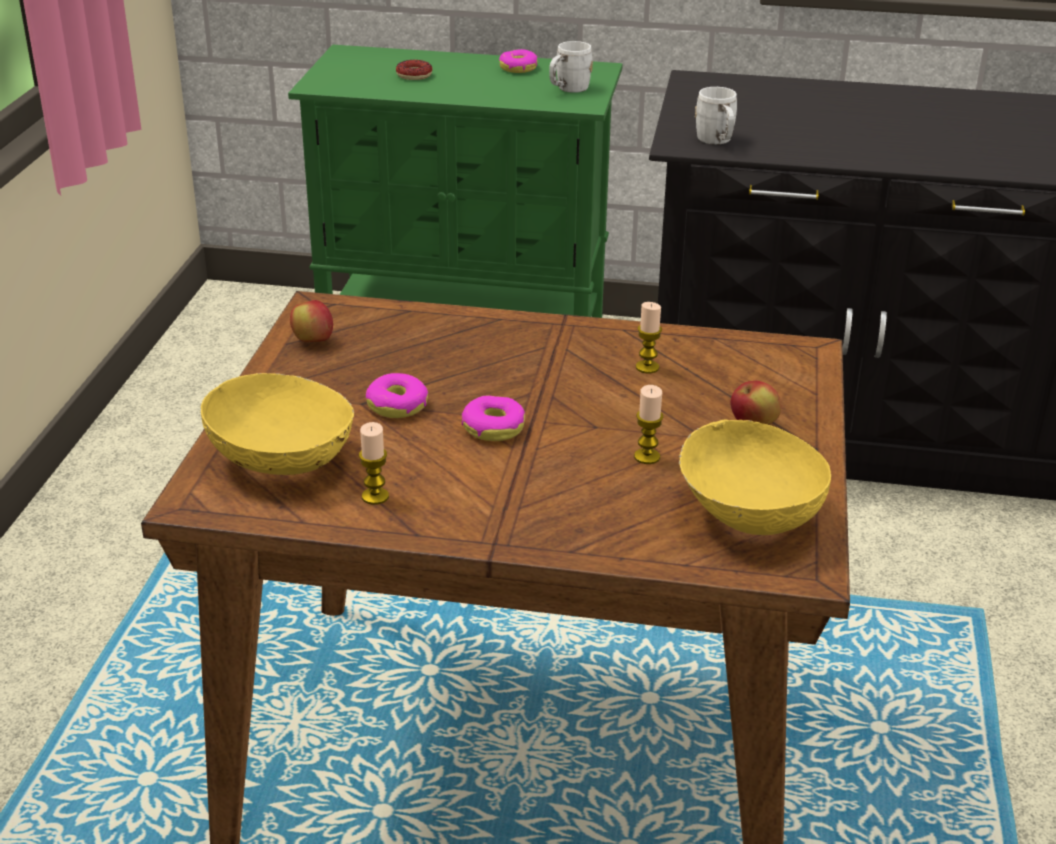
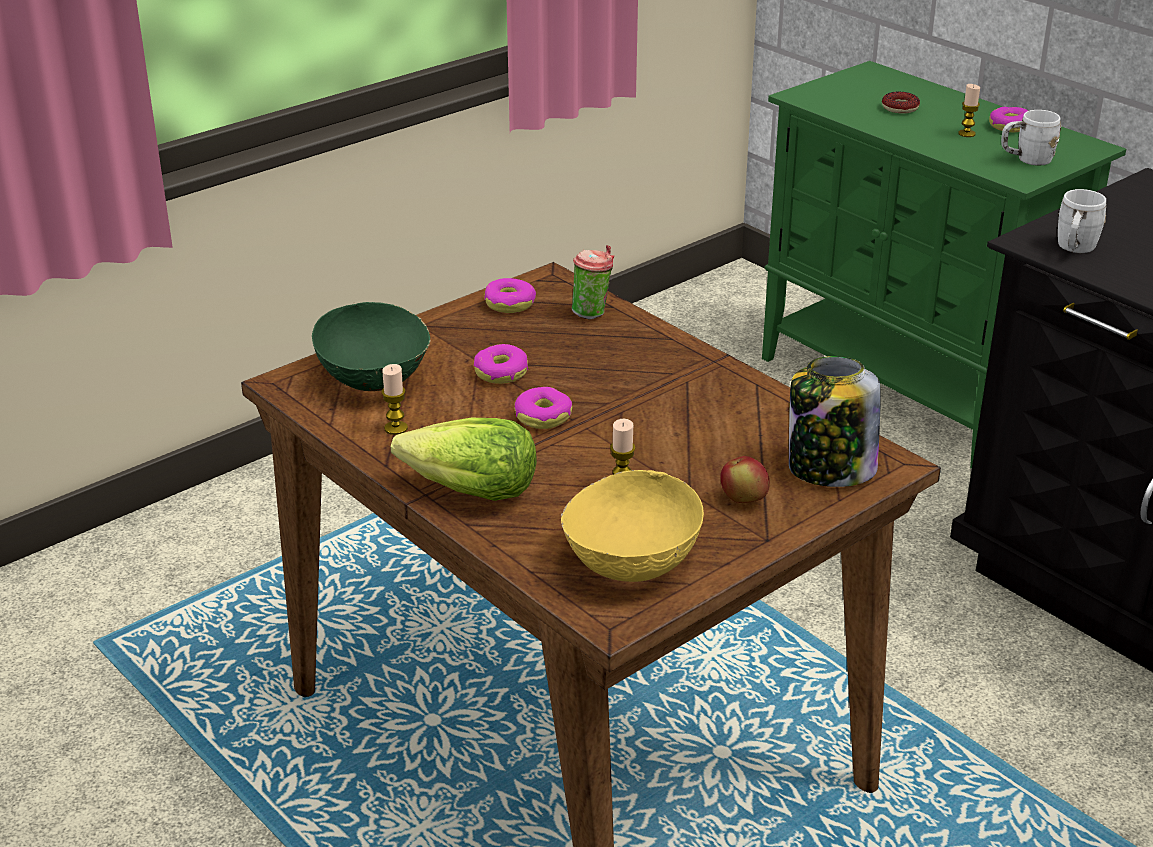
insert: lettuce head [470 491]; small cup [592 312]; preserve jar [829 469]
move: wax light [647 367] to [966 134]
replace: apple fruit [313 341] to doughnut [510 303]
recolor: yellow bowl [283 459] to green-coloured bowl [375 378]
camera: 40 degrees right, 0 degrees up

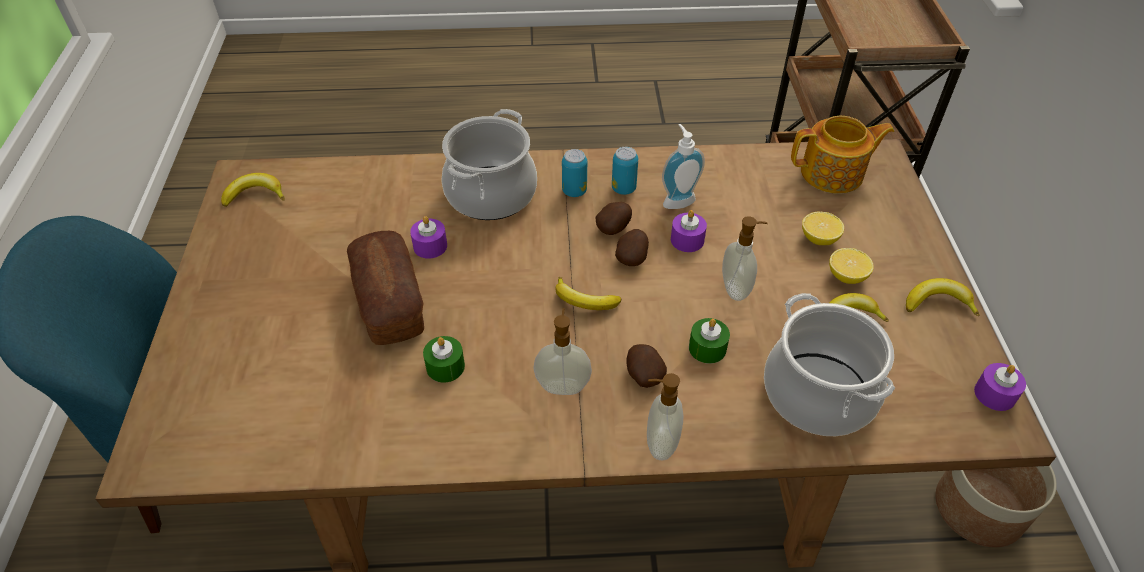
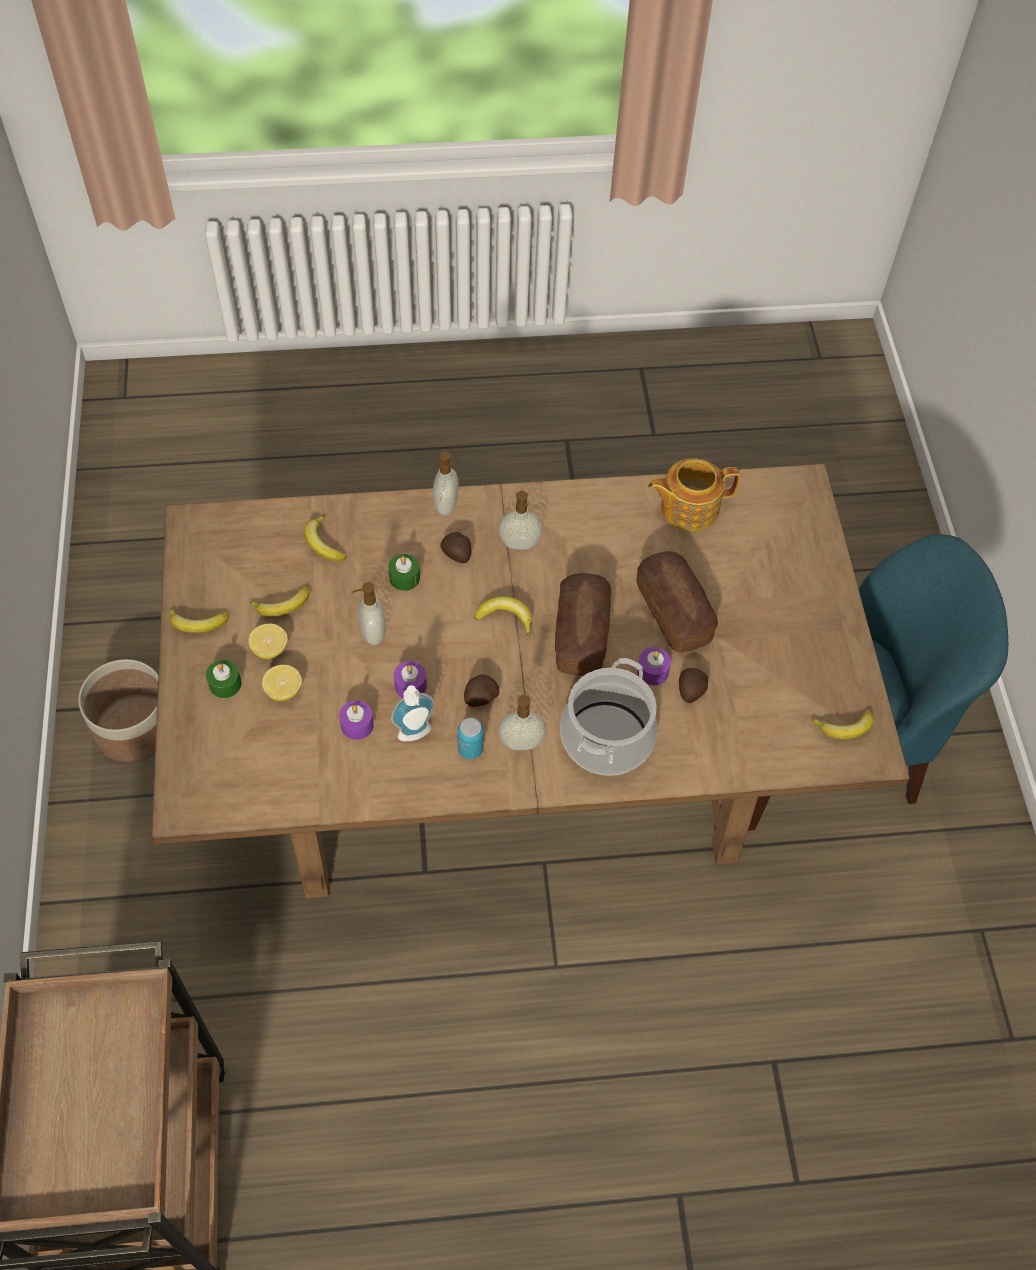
insert: bread [581 635]
move: green-coloured wax light [445 366] to [225 684]; spud [632 257] to [690 691]; pot for tea [833 174] to [688 507]; purplish wax light [994 394] to [357 725]
replace: metal can [574 191] to soap dispenser [521 744]; saucepot [819 394] to banana [323 543]
camera: 175 degrees right, 10 degrees up

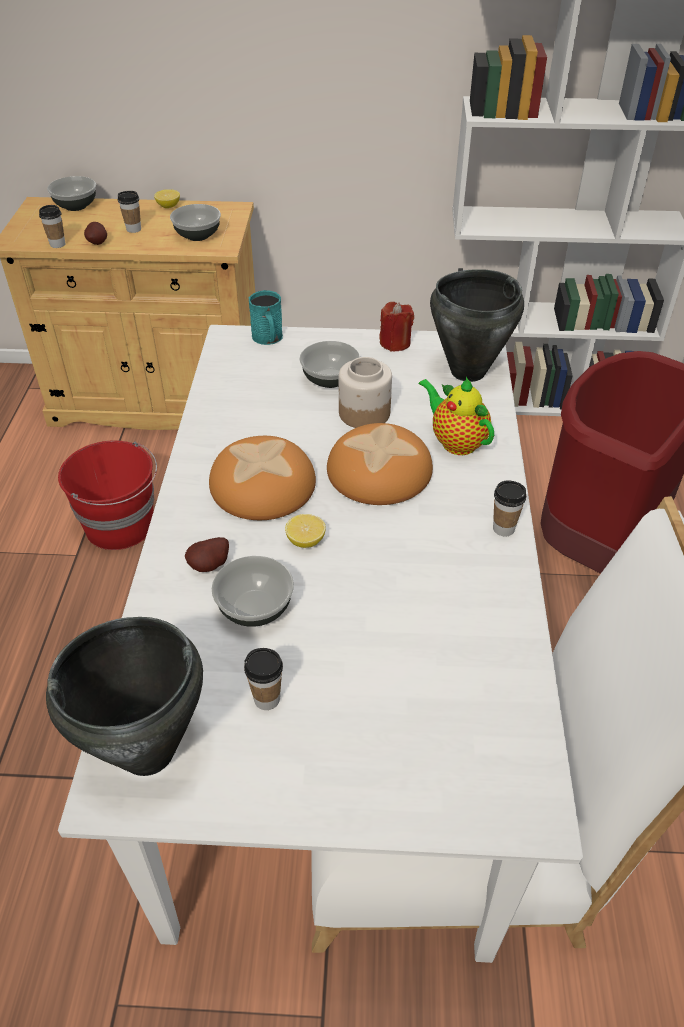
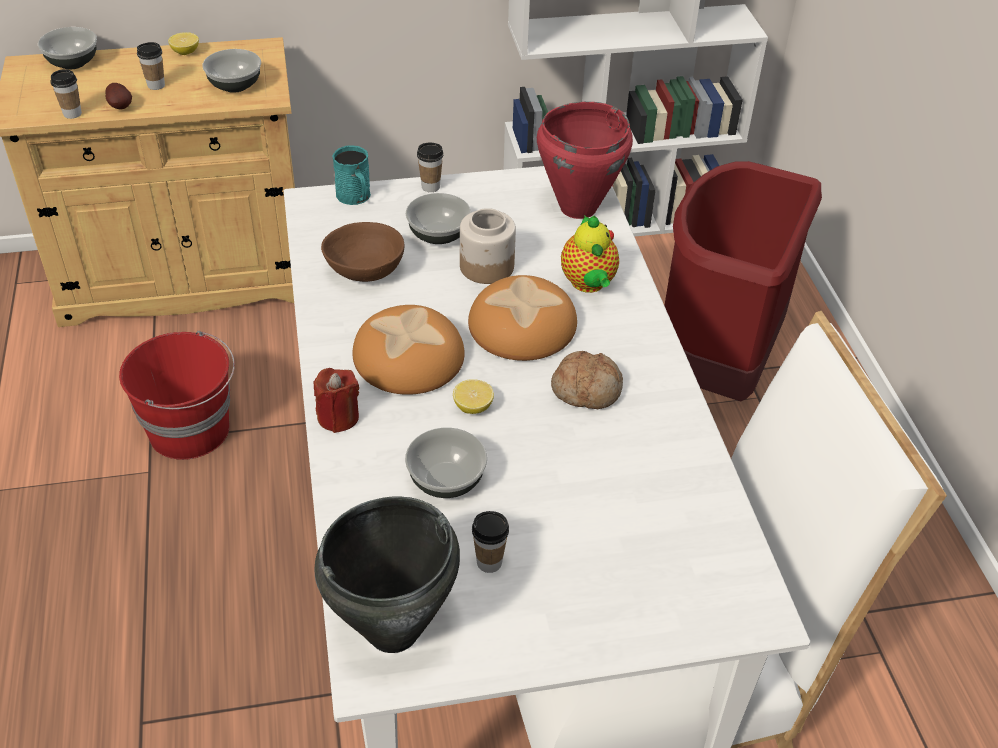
delete: spud [211 566]
insert: brown-coloured bowl [366 271]; bread [587 389]
move: reddish wax light [395 343] to [338 417]; small cup [503 528] to [430 187]
recolor: black-coloured saucepot [467 371] to reddish saucepot [577 208]
rotate: pot for tea [455 442] = [588 284] 135 degrees counterclockwise
camera: 15 degrees left, 0 degrees up

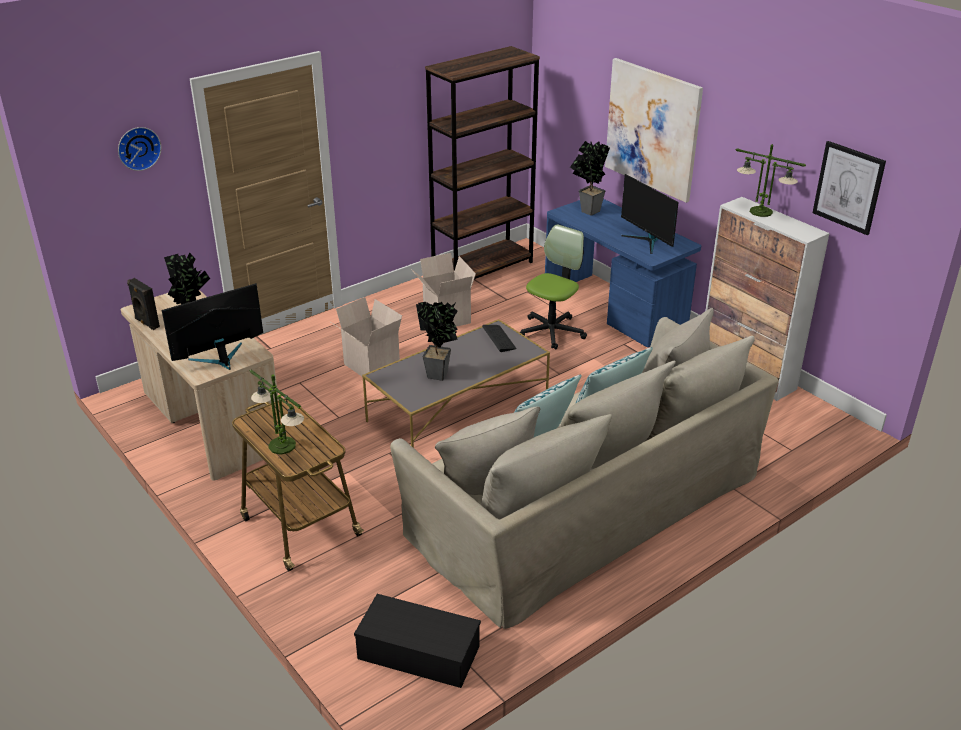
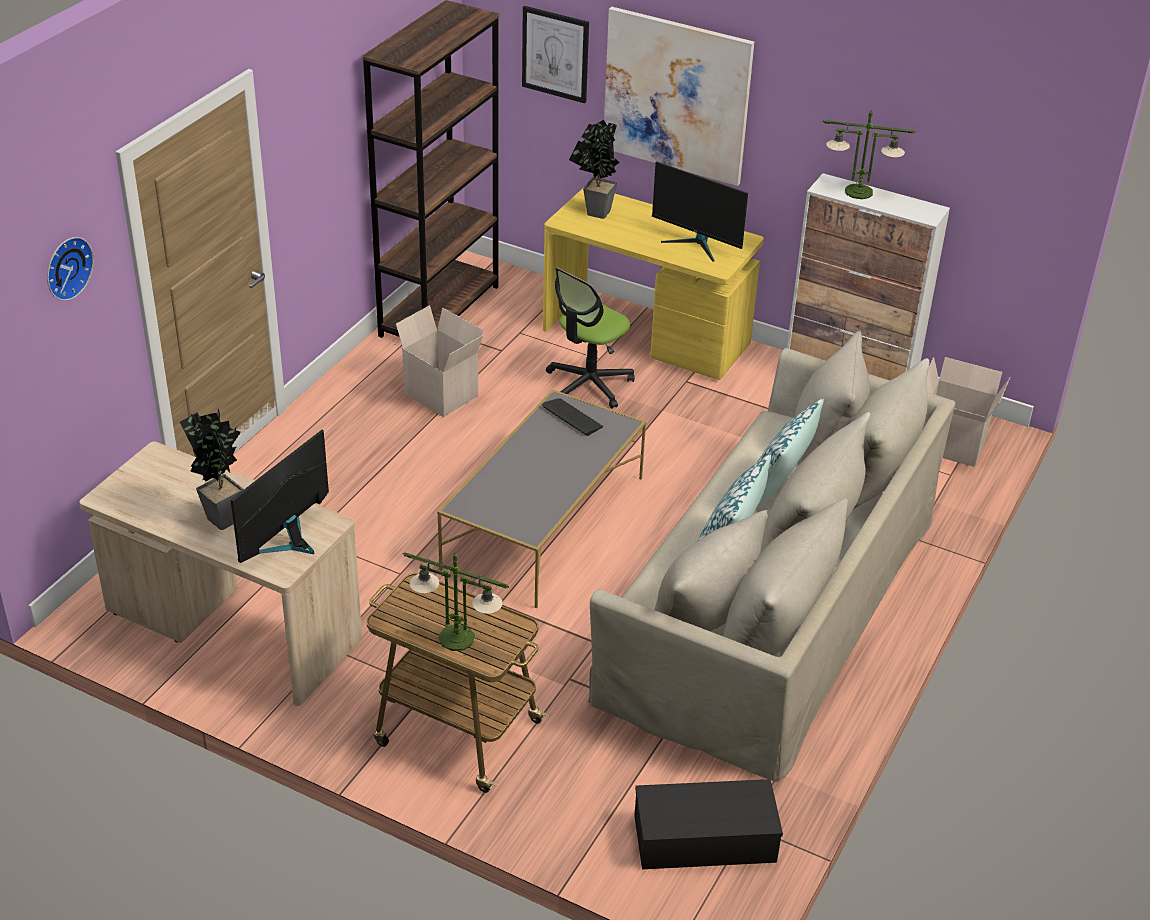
delete: black-coloured loudspeaker [146 323]; plant in a pot [440 376]
move: cardboard box [370 366] to [950 446]; wall picture [848 187] to [555 54]
recolor: blue-coloured desk unit [615 310] to yellow desk unit [647 336]
rotate: desk chair [552 331] = [589 384] 150 degrees counterclockwise
camera: 25 degrees left, 5 degrees up

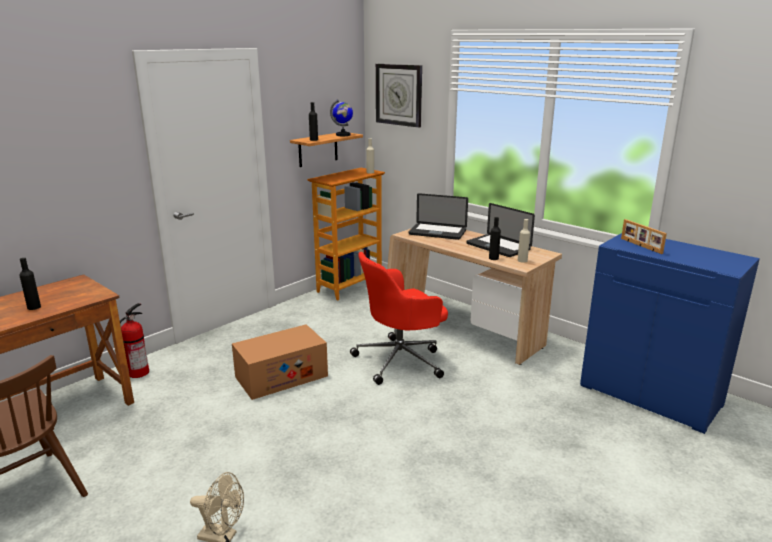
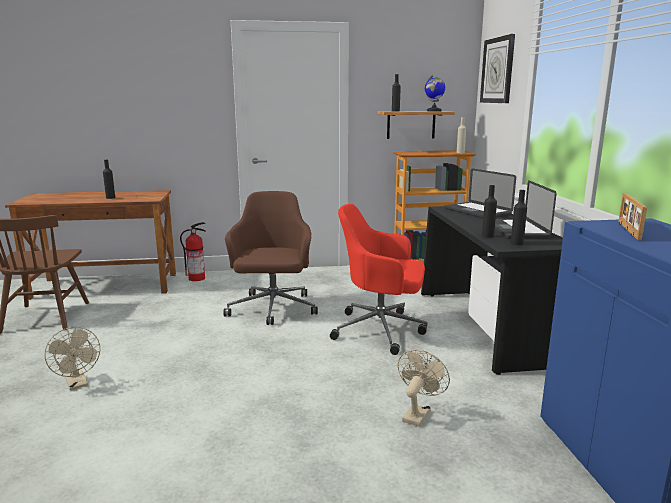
insert: beige-coloured electric fan [418 413]
replace: cardboard box [281 376] to brown-coloured desk chair [272 309]
recolor: beige-coloured desk unit [463 330] to black-coloured desk unit [482 327]; beige-coloured bottle [522 260] to black-coloured bottle [517 243]
camera: 40 degrees right, 5 degrees down

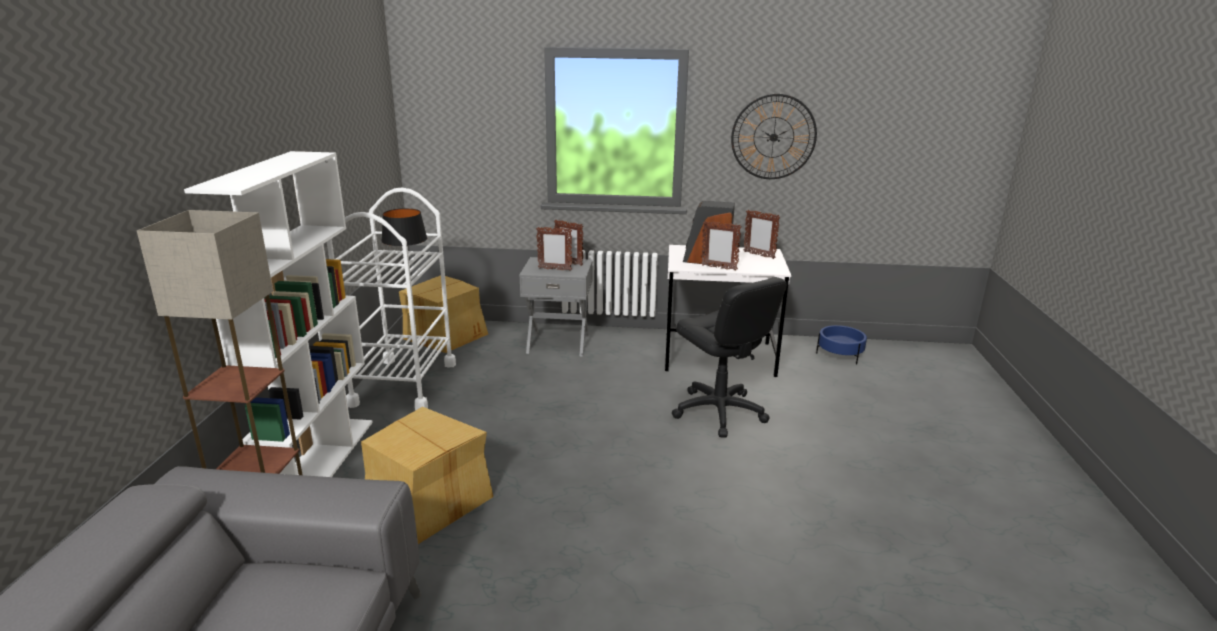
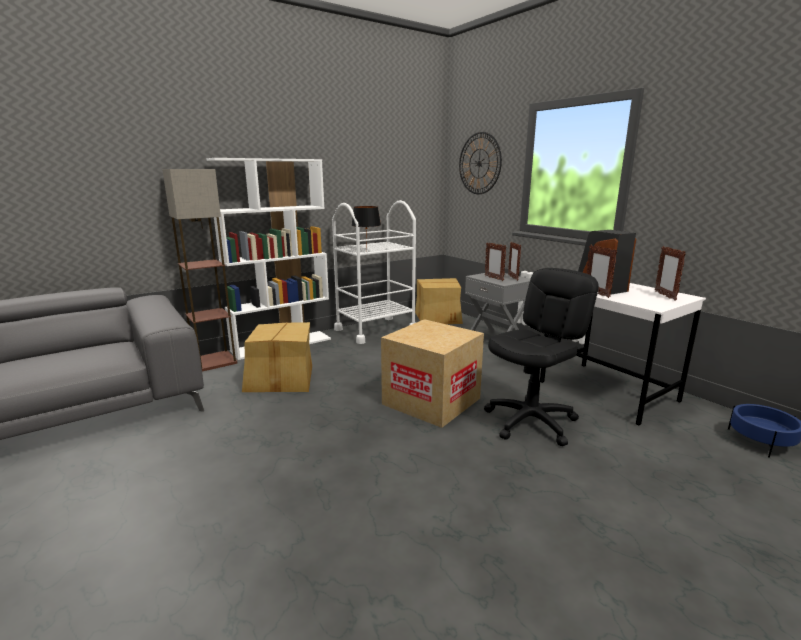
insert: cardboard box [431 401]
move: clock on the wall [773 137] to [479 163]
rotate: black-coloured desk chair [719 412] = [531 422] 150 degrees counterclockwise
camera: 50 degrees right, 5 degrees down

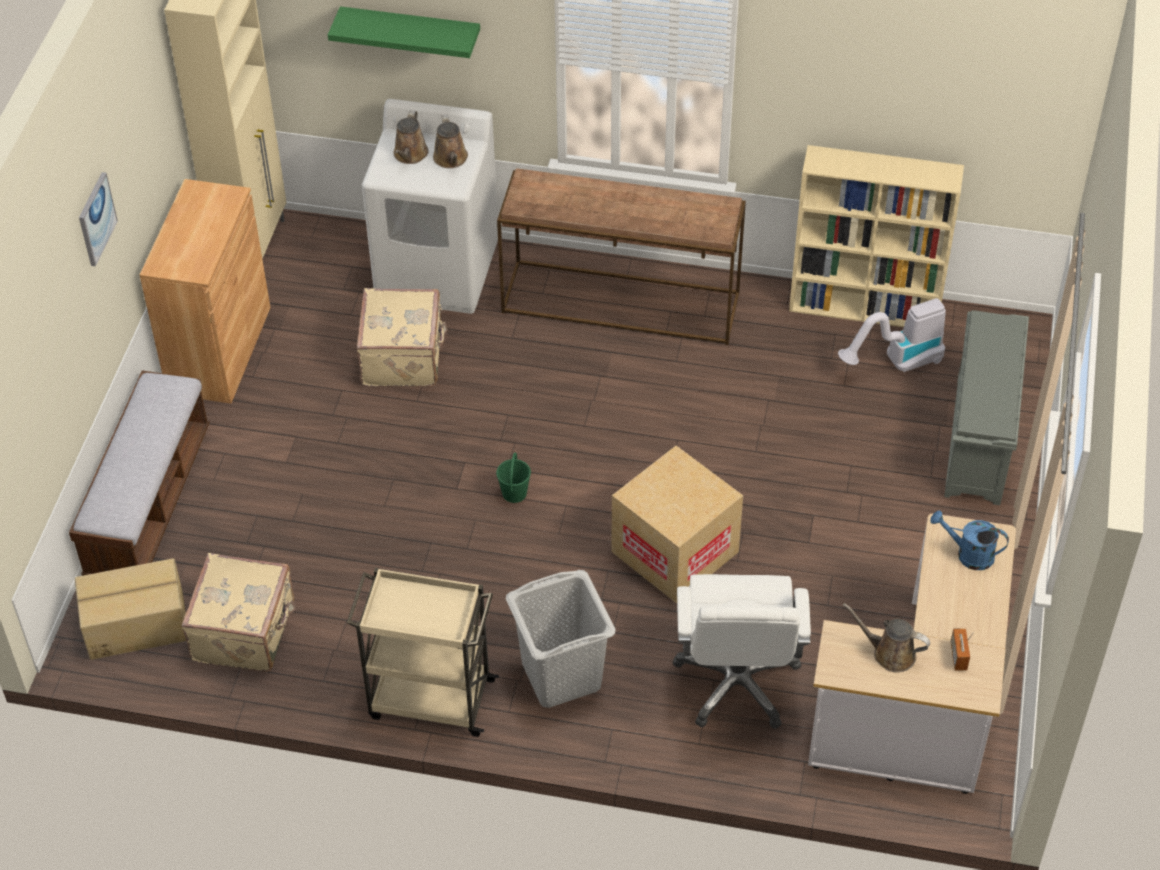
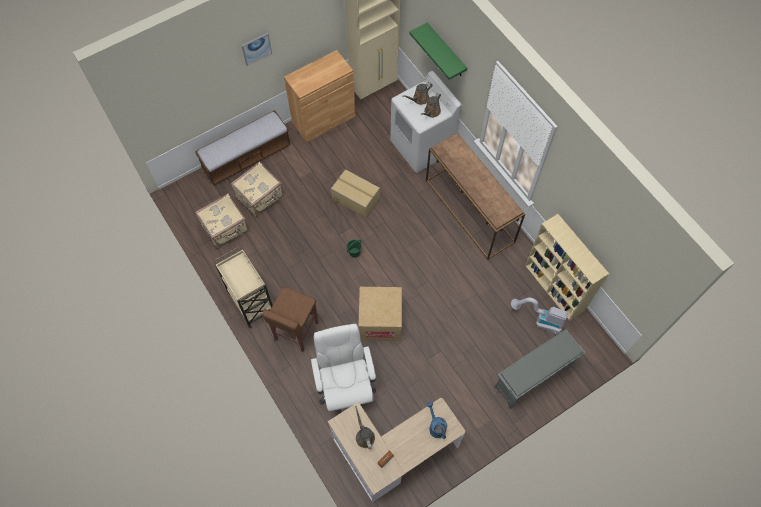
move: cardboard box [136 624] to [356 198]; beige-coloured piece of luggage [404 357] to [260 196]
replace: greyish laundry basket [561 676] to brown-coloured stool seat [296 331]
rotate: white-coloured desk chair [737 682] = [345 387] 120 degrees clockwise
camera: 45 degrees right, 15 degrees up

